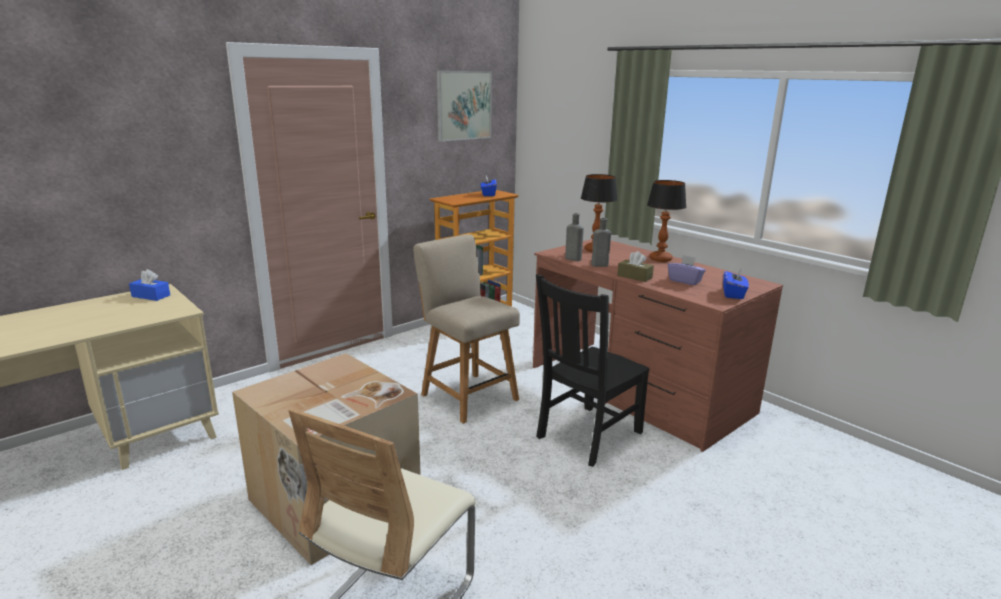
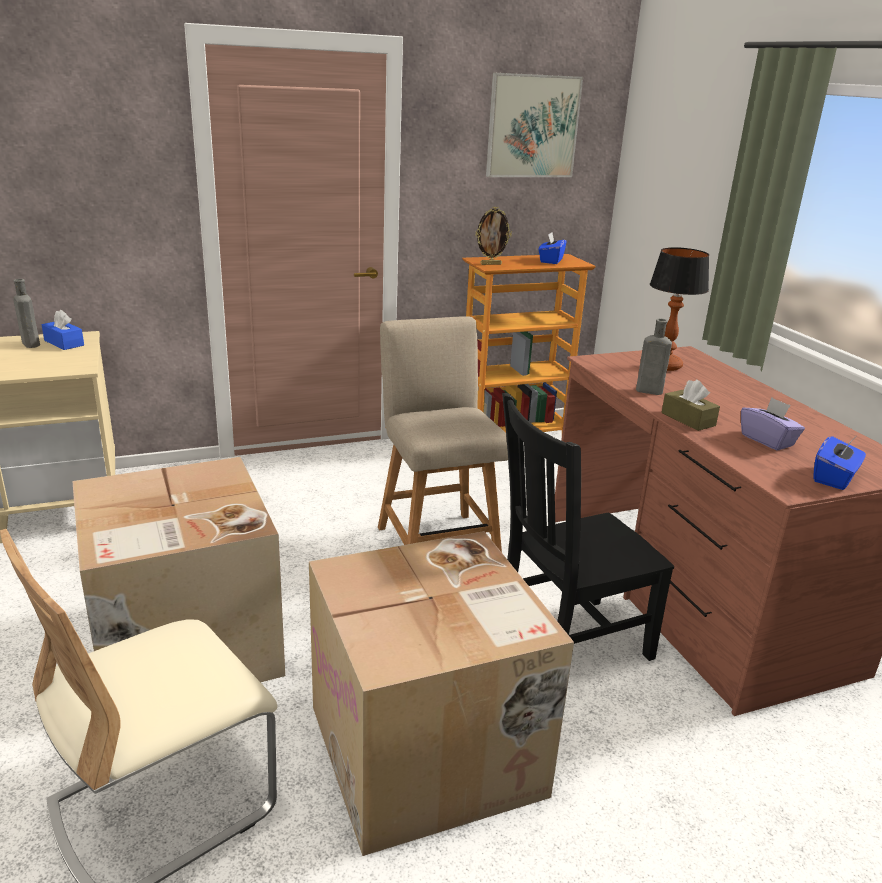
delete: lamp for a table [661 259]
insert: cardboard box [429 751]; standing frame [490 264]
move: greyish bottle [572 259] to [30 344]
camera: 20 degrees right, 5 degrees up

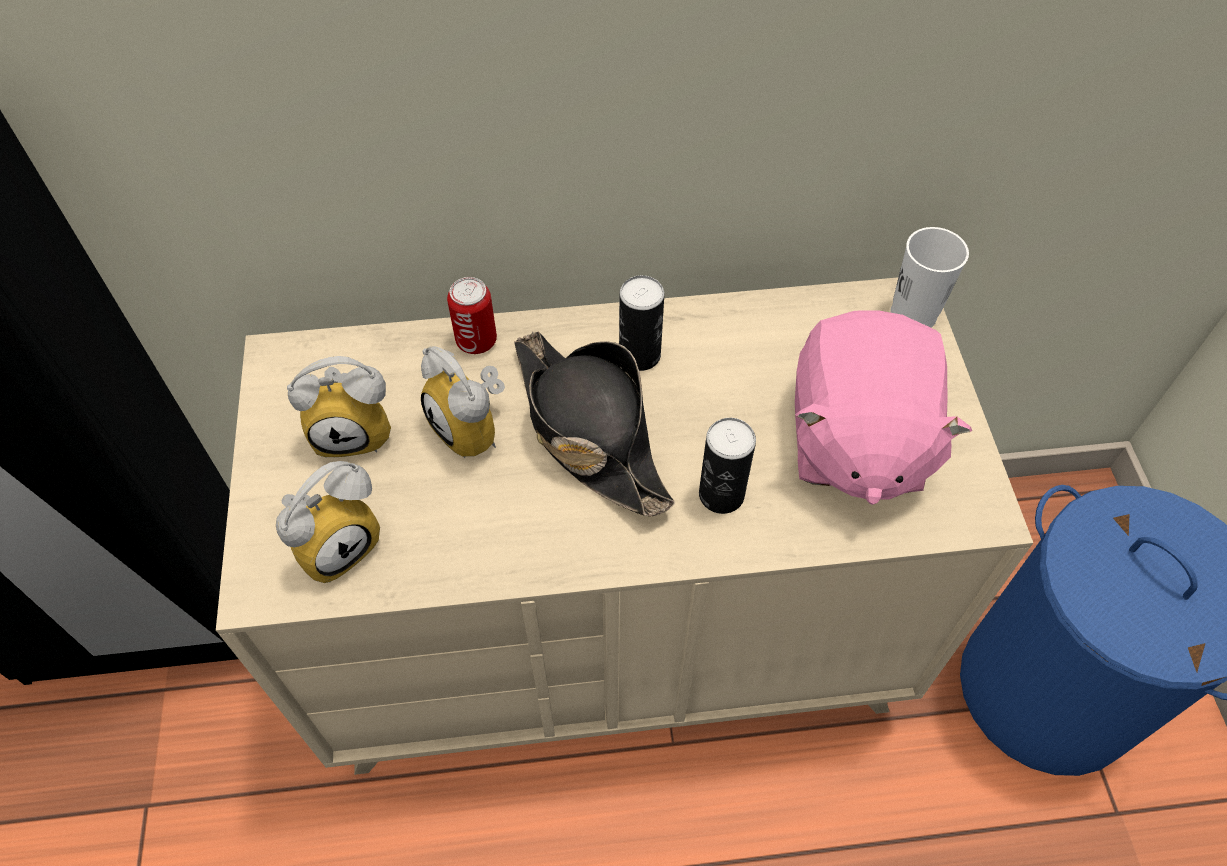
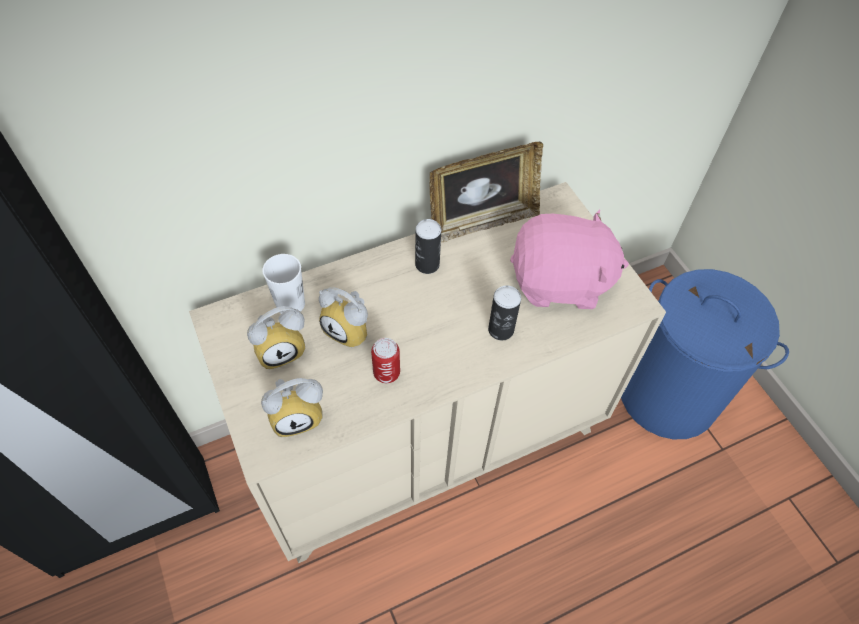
delete: black-coloured clothing hat [588 430]
insert: standing frame [482 221]
move: metal can [476 341] to [386 373]; white-coloured small cup [913 314] to [290 304]
rotate: table clock [337 542] = [298 415] 45 degrees clockwise; pink plush toy [855 441] = [560 282] 75 degrees counterclockwise
camera: 20 degrees left, 0 degrees up

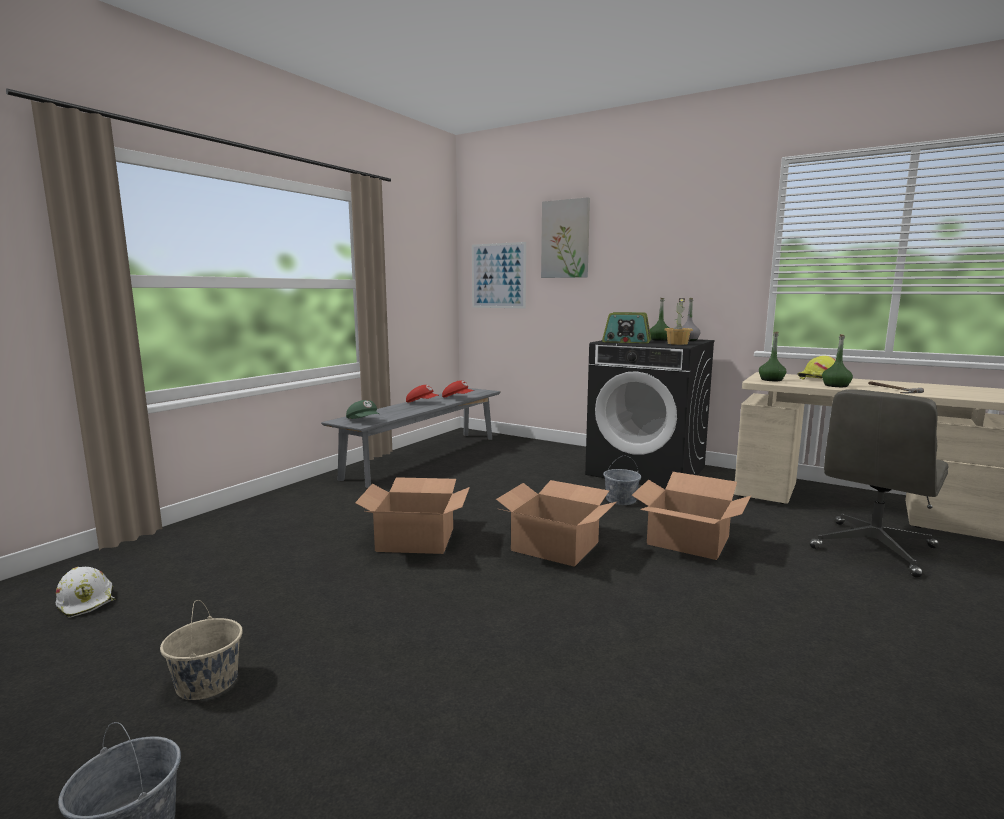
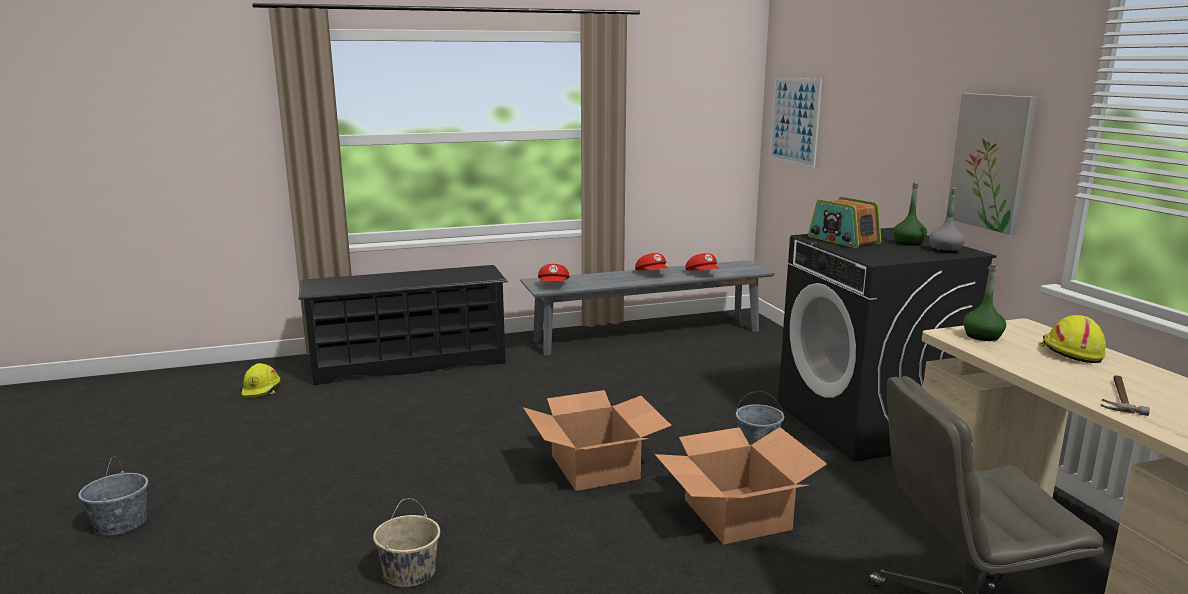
delete: cardboard box [415 539]; plant in a pot [677 343]; green-coloured bottle [836 385]
insert: black-coloured shoe rack [409 363]
move: beige-coloured bucket [207 682] to [409 572]; wall picture [565 239] to [991 161]
recolor: white-coloured hard hat [87 601] to yellow hard hat [262 390]; green-coloured cap [364 421] to reddish cap [554 285]
camera: 40 degrees right, 5 degrees up

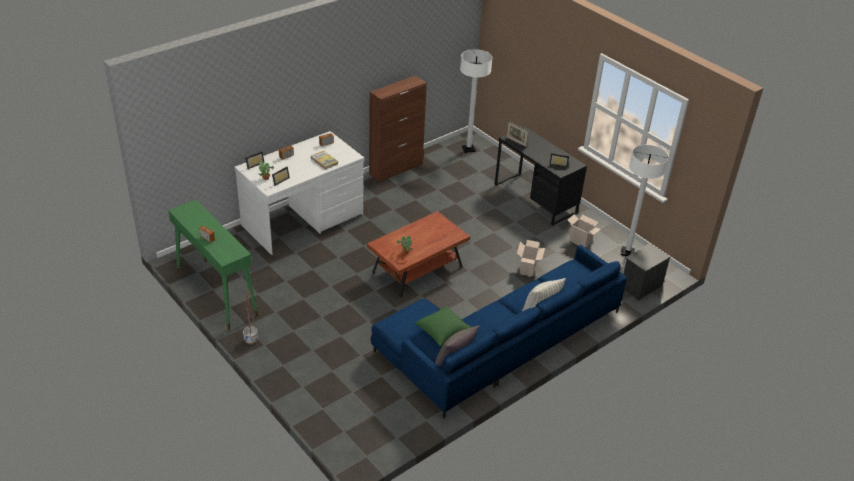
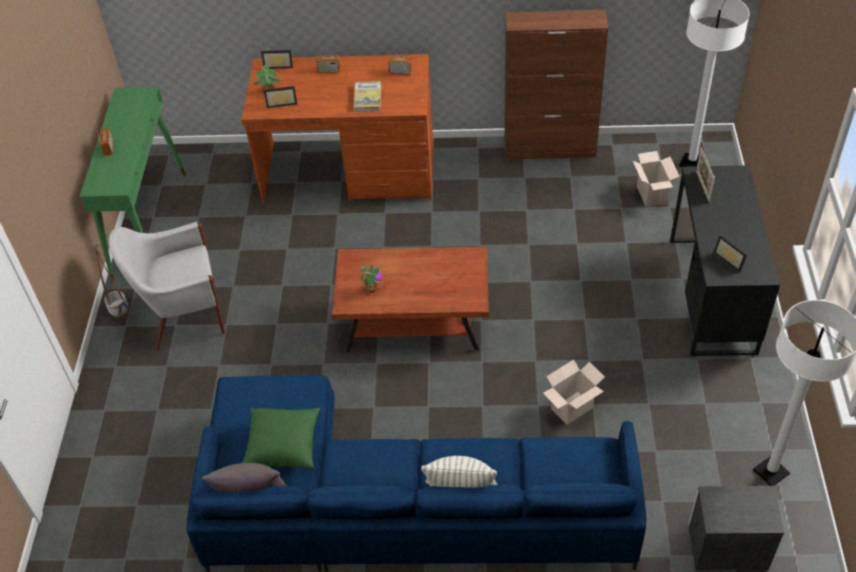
insert: white-coloured armchair [183 314]
move: cardboard box [581 241] to [652 195]
recolor: white-coloured desk unit [303 220] to brown-coloured desk unit [349 172]
camera: 45 degrees right, 10 degrees up

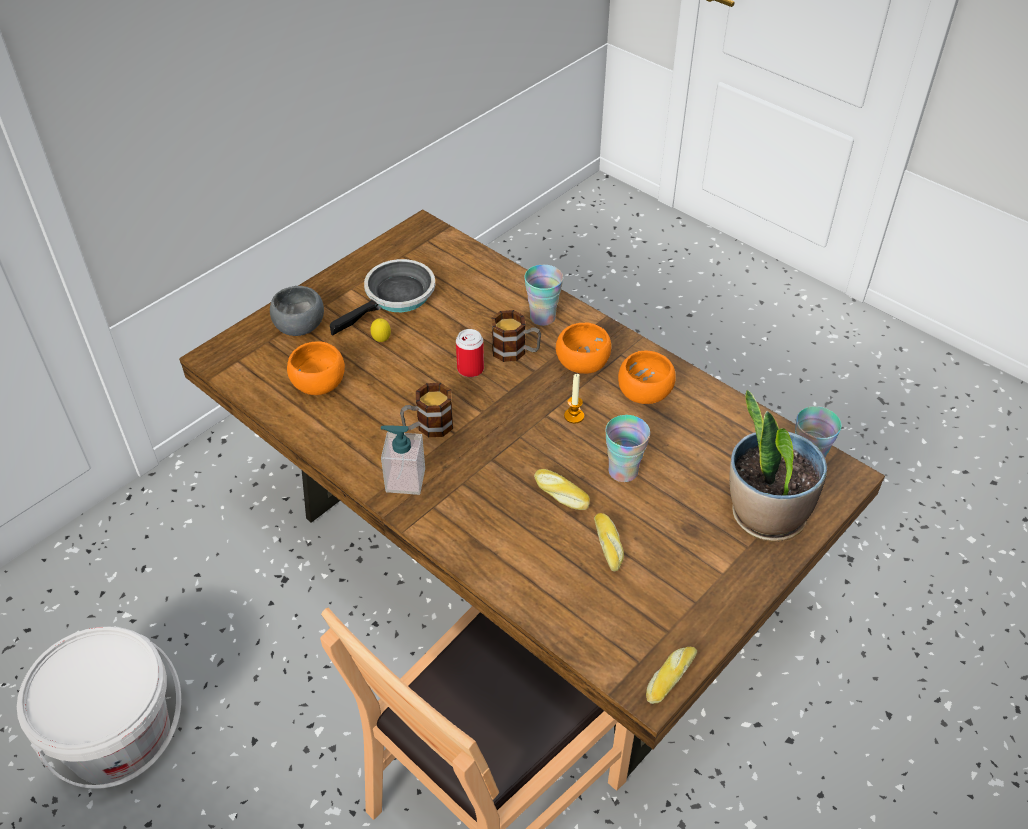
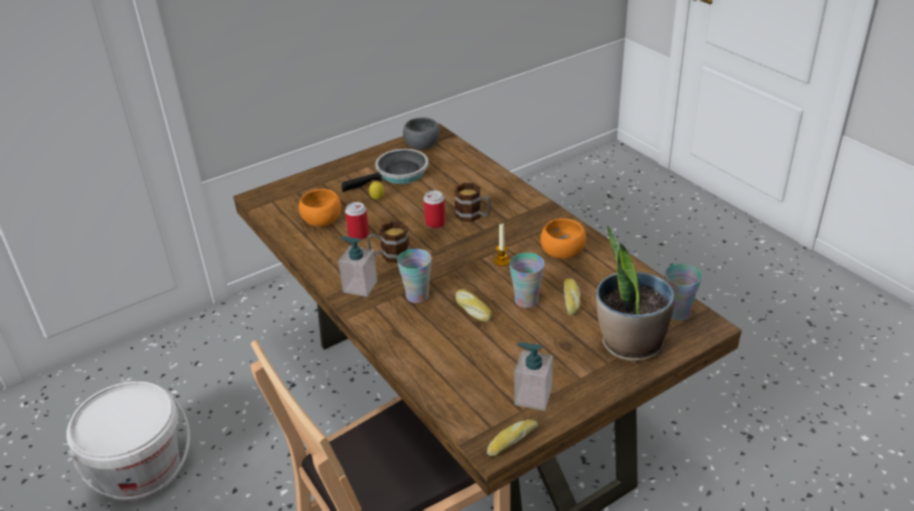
delete: orange-coloured bowl [583 365]
insert: metal can [358 235]; soap dispenser [532 397]
move: greyish bowl [301 326] to [423 145]; small cup [542 317] to [417 296]; bread [609 545] to [572 300]
camera: 15 degrees right, 10 degrees down

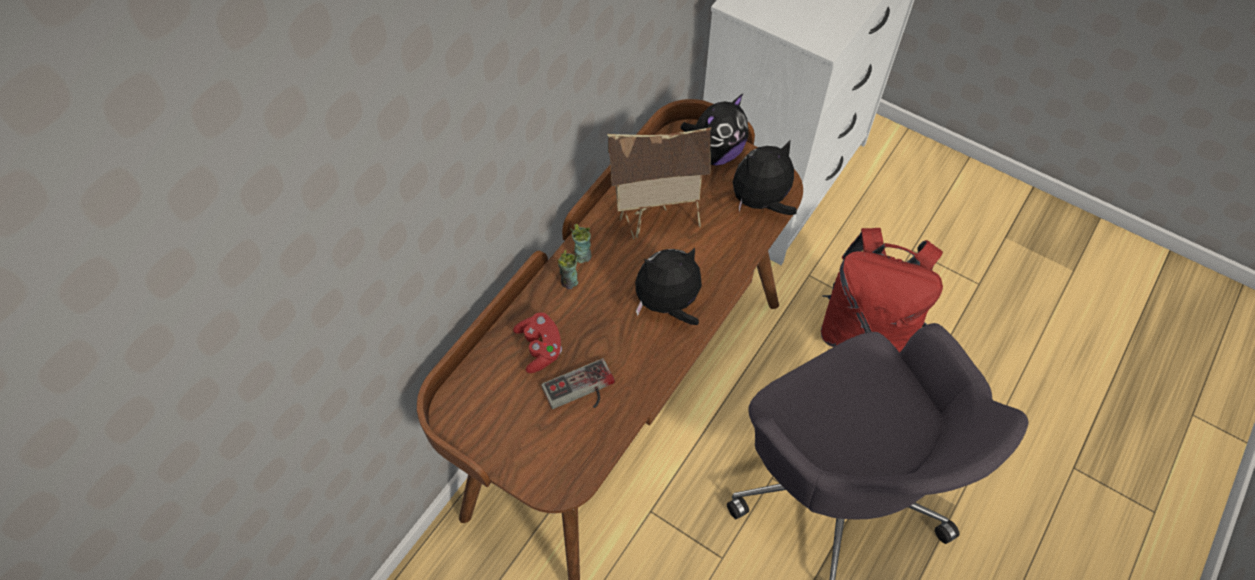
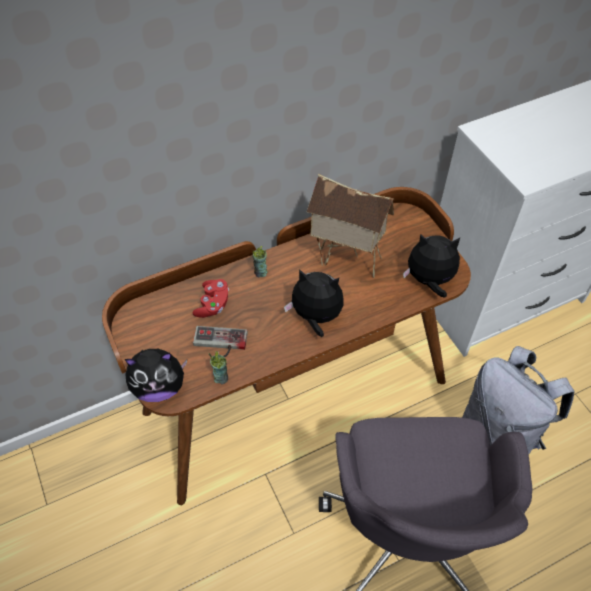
move: small cup [582 256] to [221 378]; plush toy [715 153] to [159 387]
recolor: reddish backpack [864 331] to greyish backpack [499 433]
camera: 30 degrees right, 5 degrees down

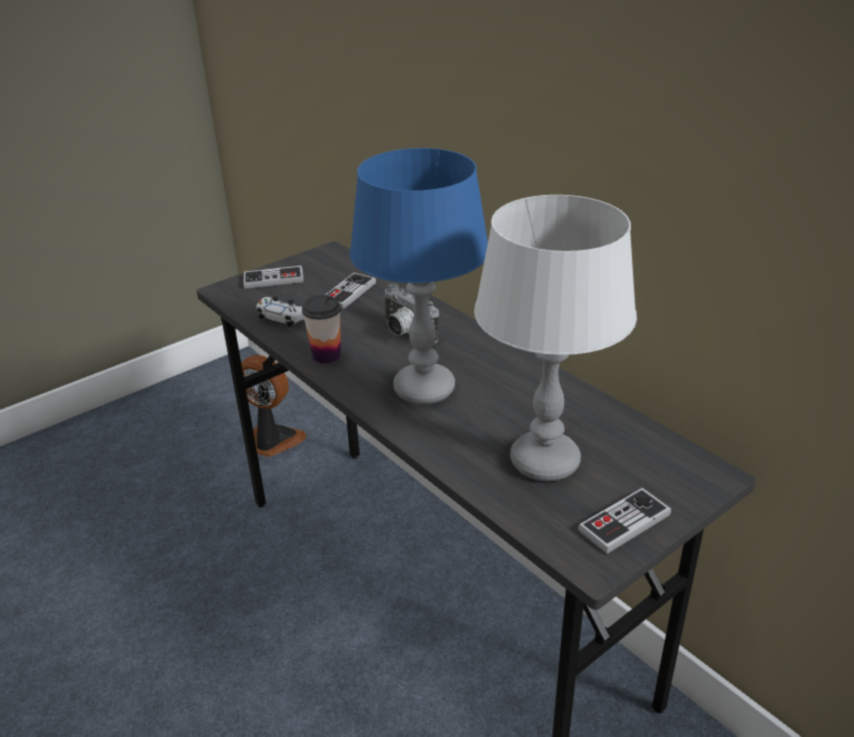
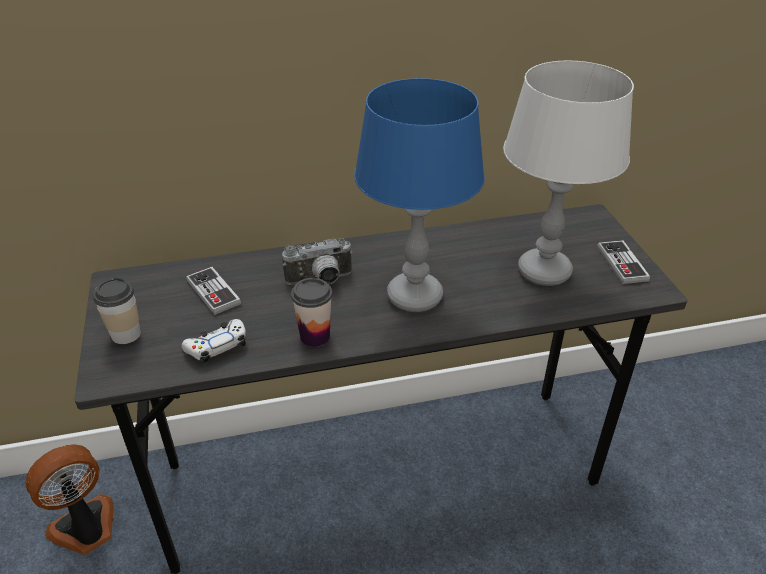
replace: game controller [273 279] to small cup [126 334]
camera: 65 degrees left, 5 degrees up

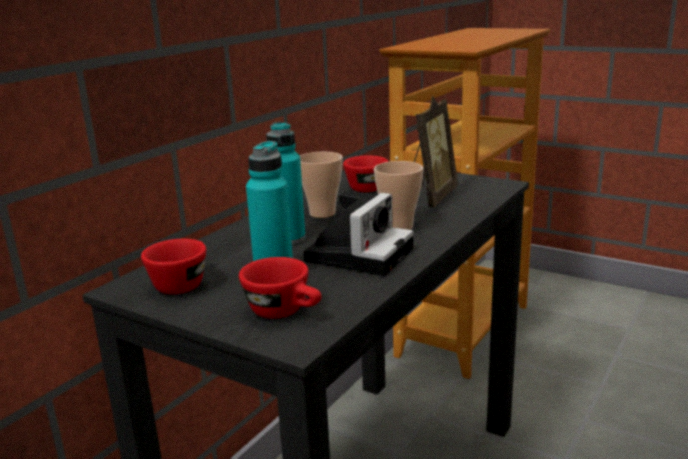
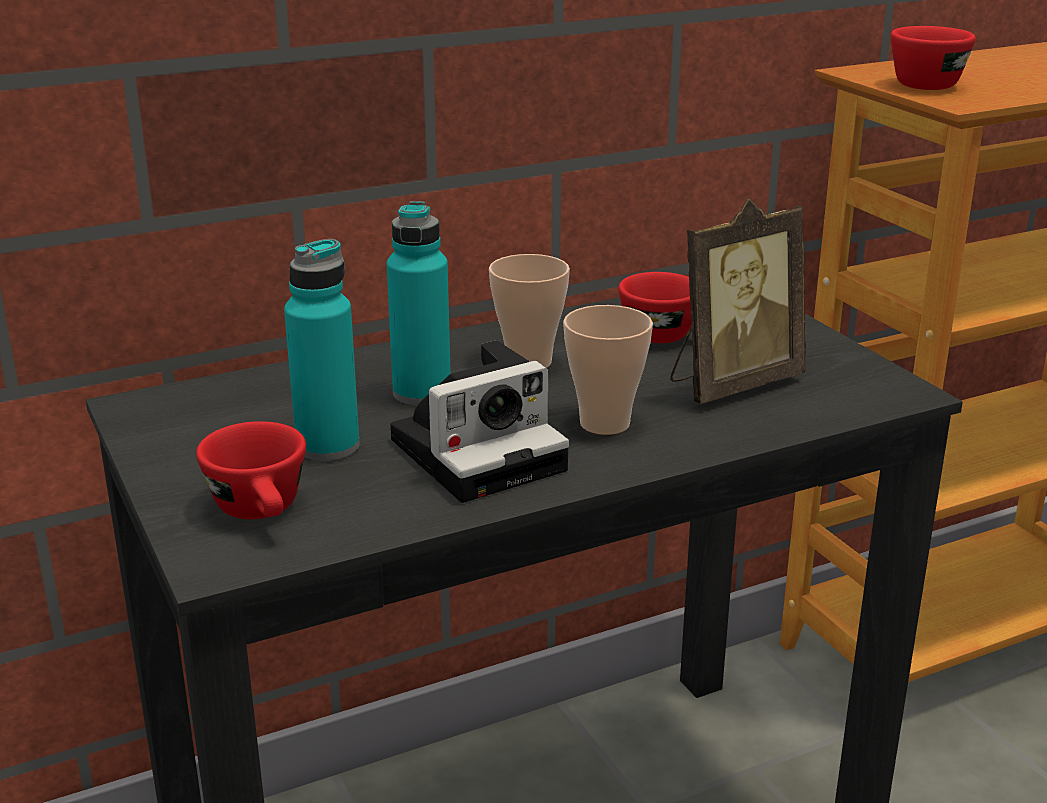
move: reddish small cup [182 283] to [931 84]
camera: 30 degrees right, 5 degrees up

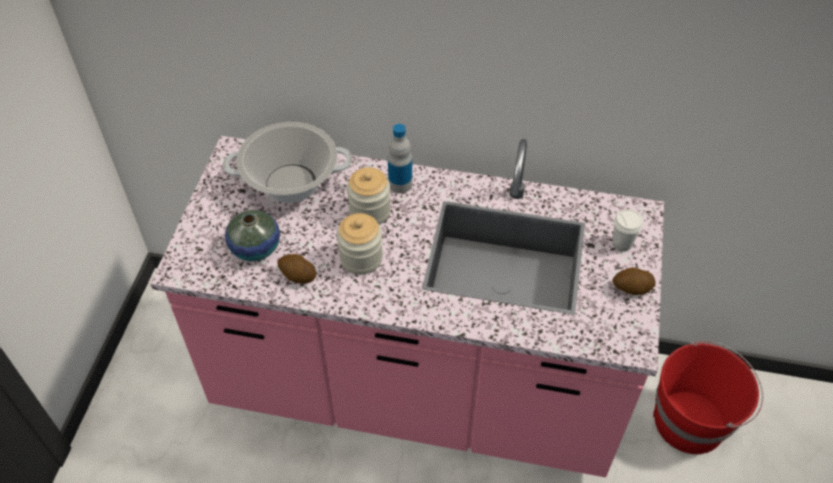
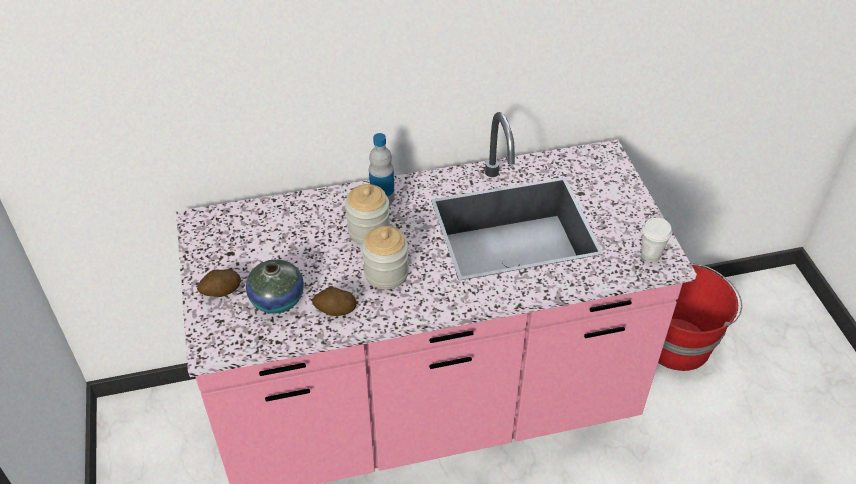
delete: saucepot [291 183]
move: spud [631 288] to [221 291]; white-coloured small cup [622 244] to [650 254]
camera: 25 degrees left, 5 degrees down

